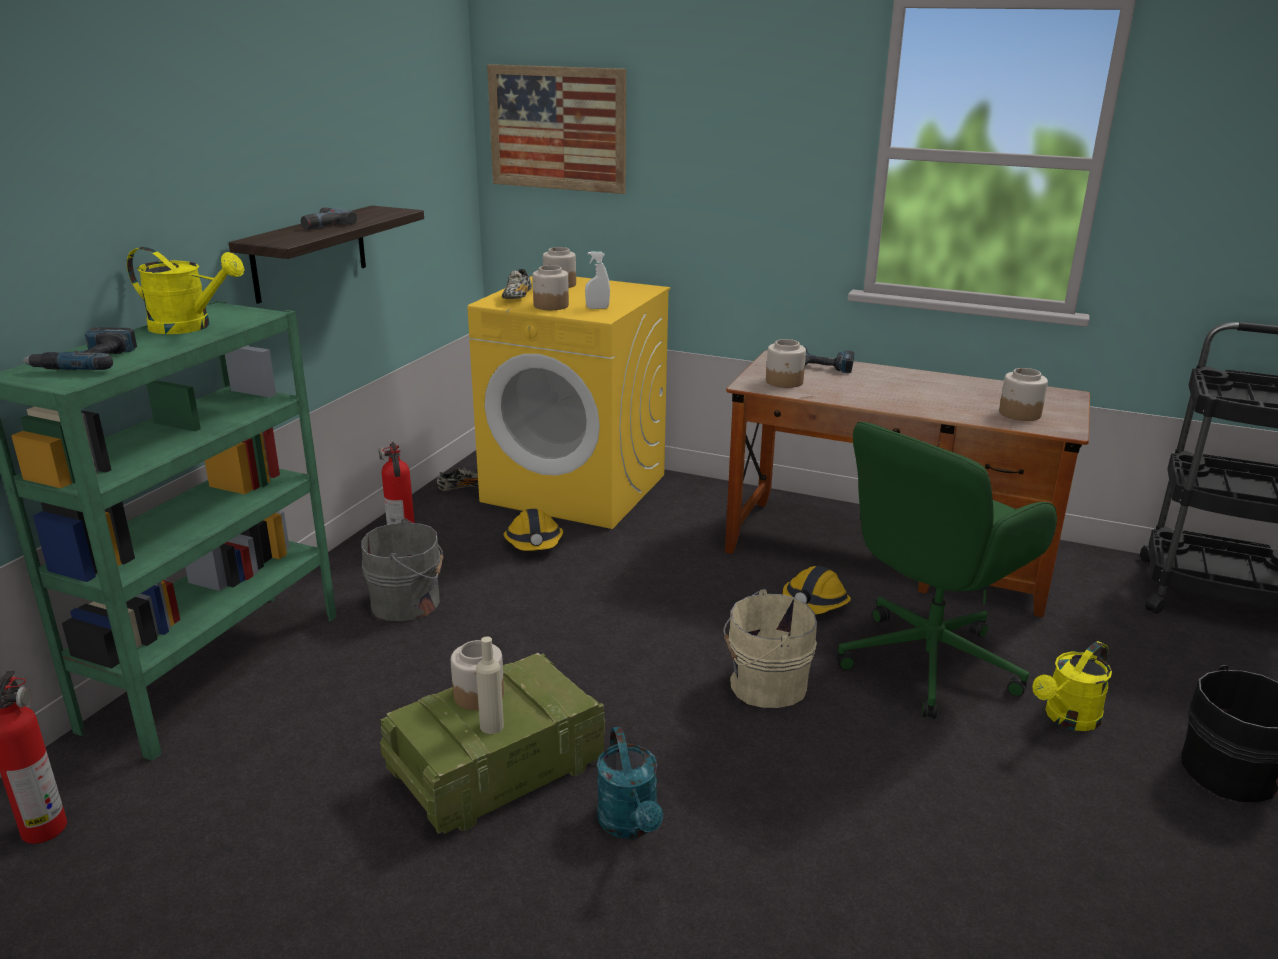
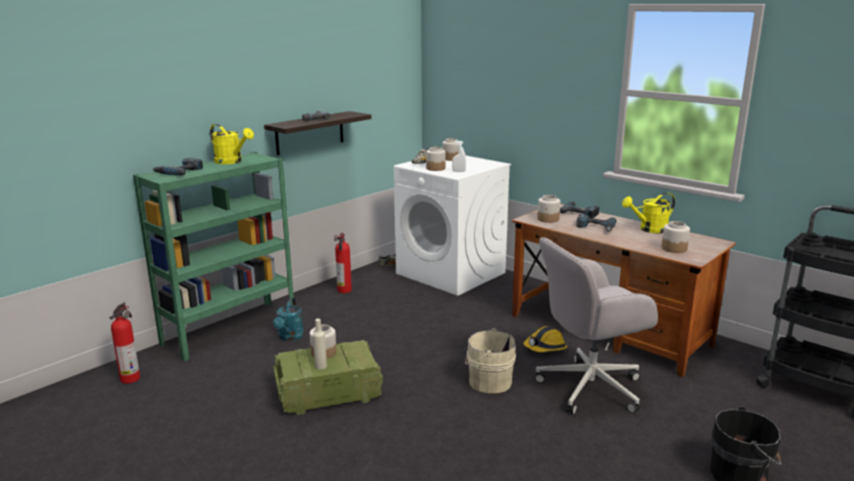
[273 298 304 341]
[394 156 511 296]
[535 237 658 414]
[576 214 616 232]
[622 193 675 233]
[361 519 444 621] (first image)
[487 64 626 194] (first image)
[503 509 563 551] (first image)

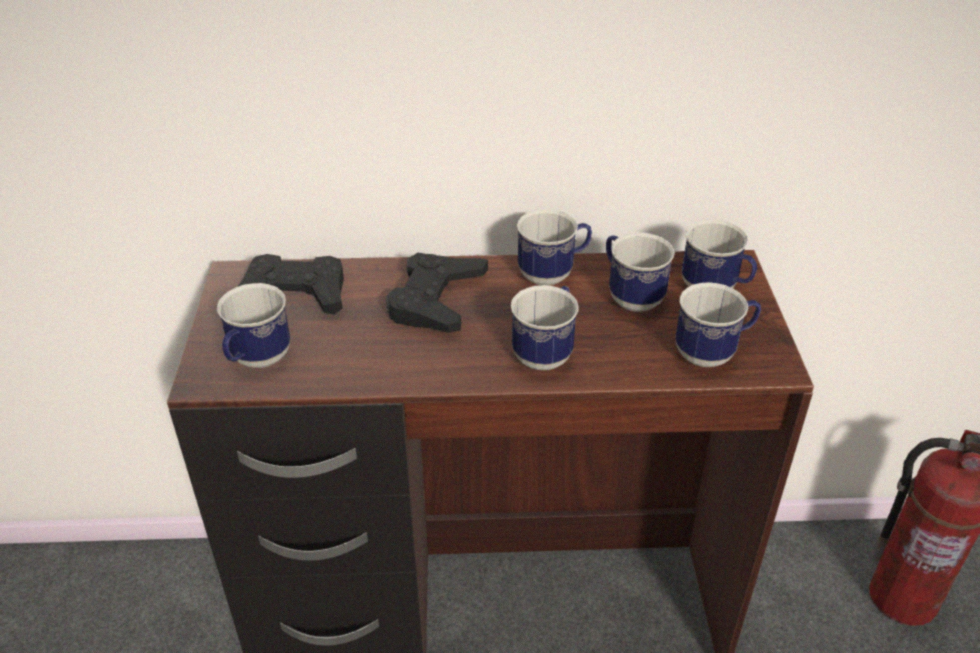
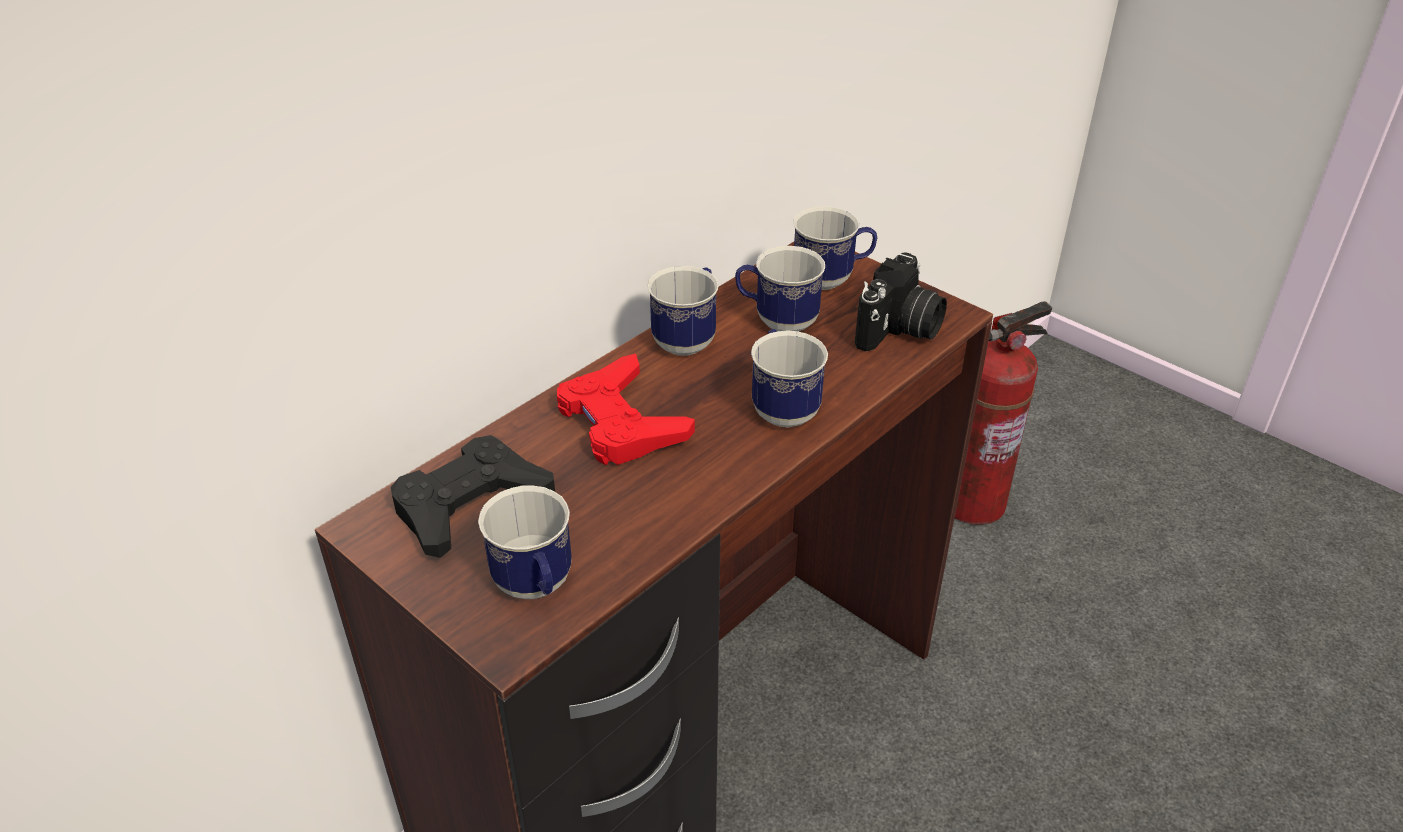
[557 353 695 465]
[855 253 947 351]

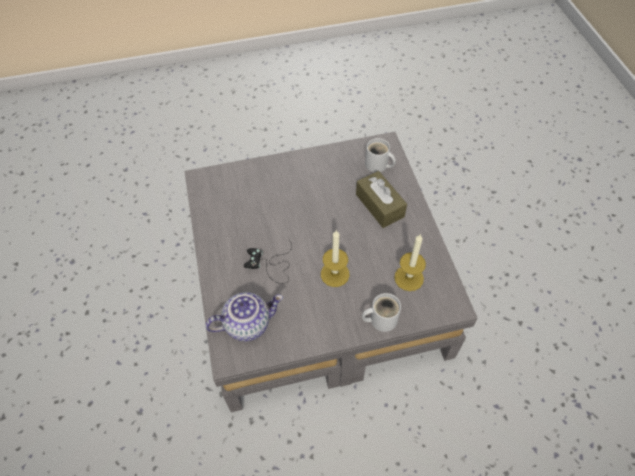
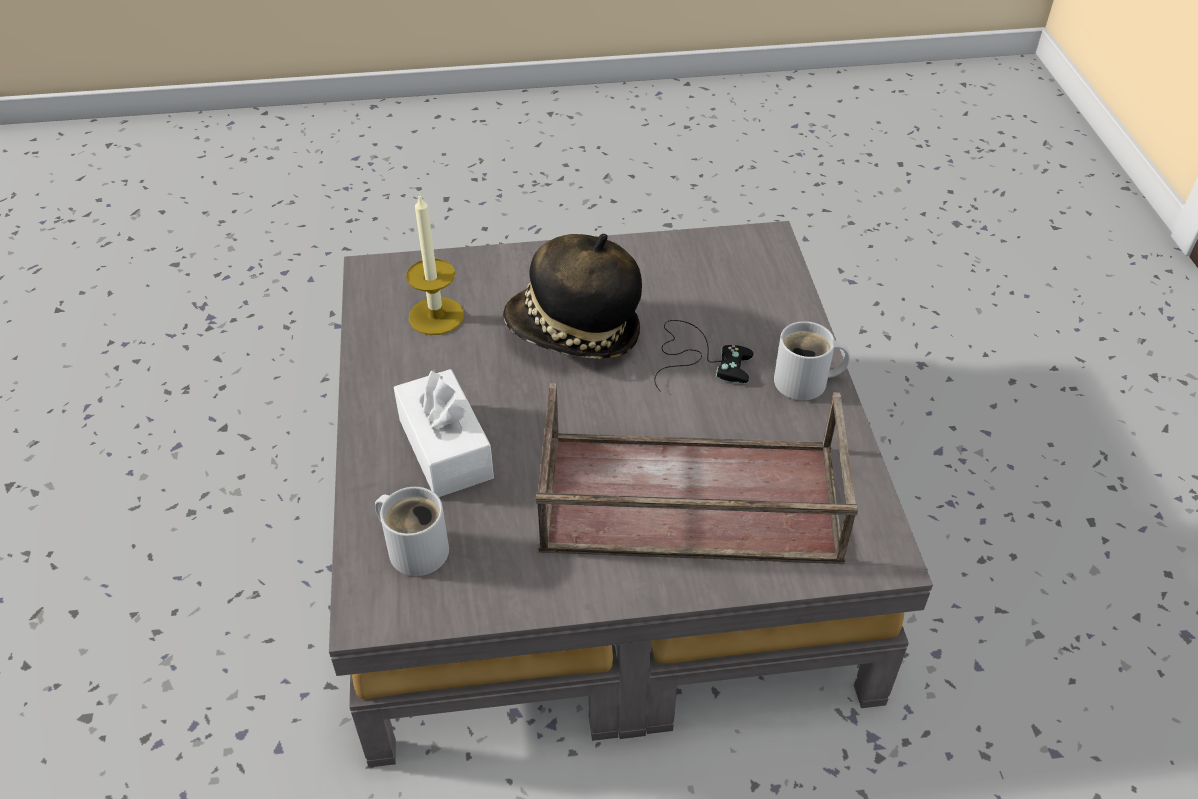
[394 369 494 497]
[503 234 642 359]
[536 383 858 564]
[774 321 850 400]
[205 292 283 341] (first image)

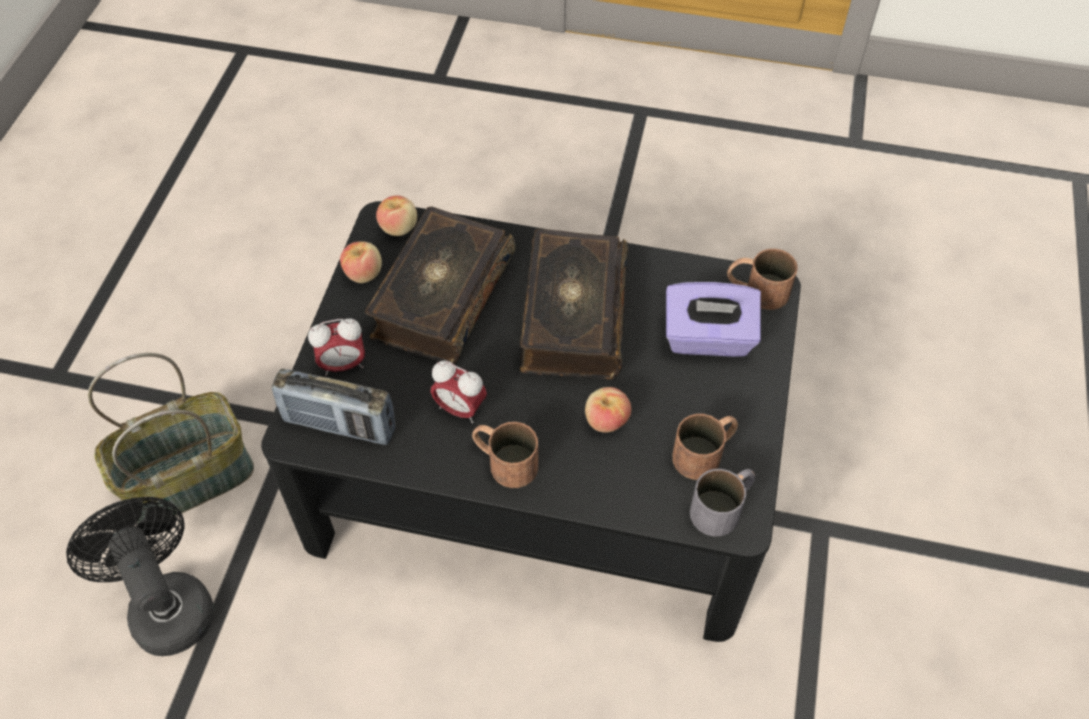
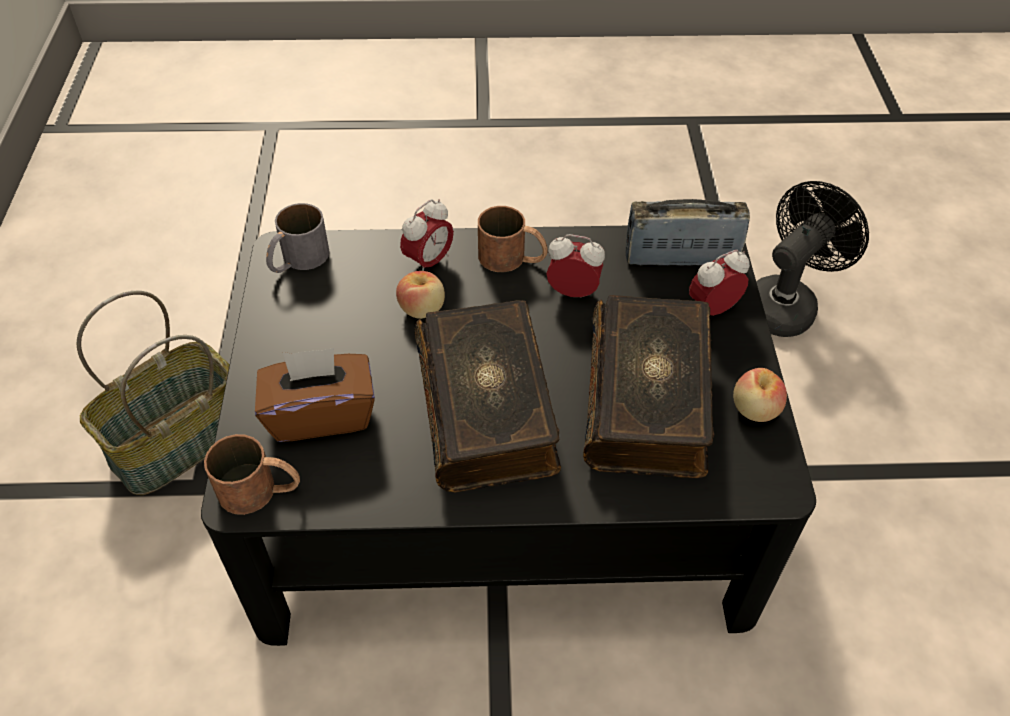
[77 291 230 495]
[255 348 375 442]
[400 199 454 271]
[756 181 869 337]
[376 195 417 236] (first image)
[672 414 738 480] (first image)

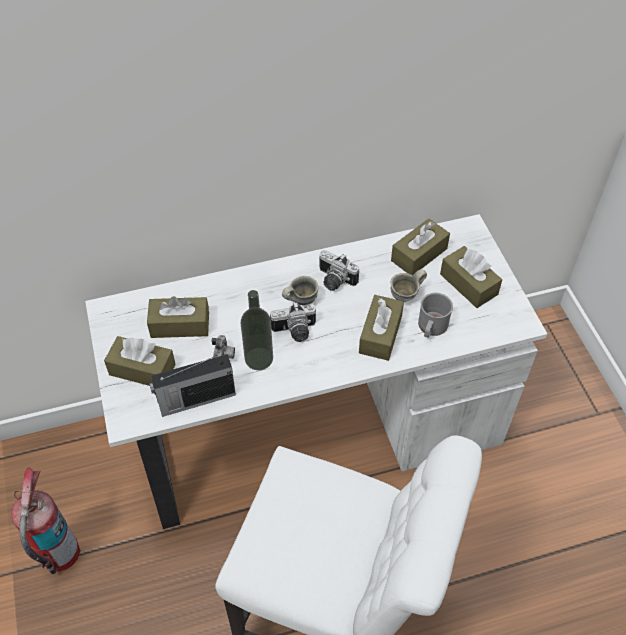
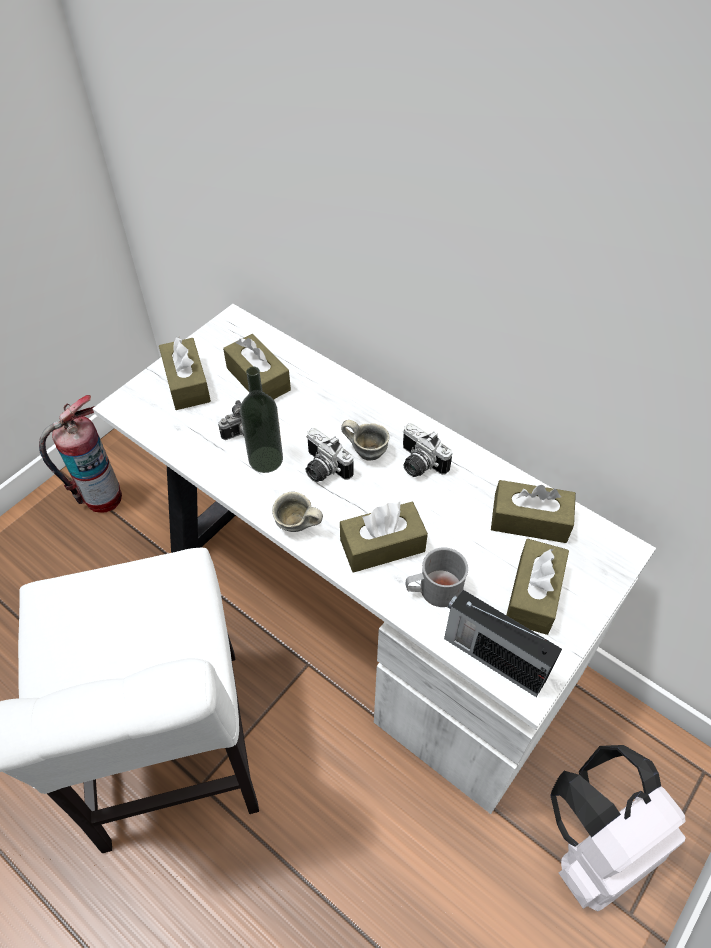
[272 492 323 532]
[403 423 452 477]
[444 590 562 697]
[550 745 686 911]

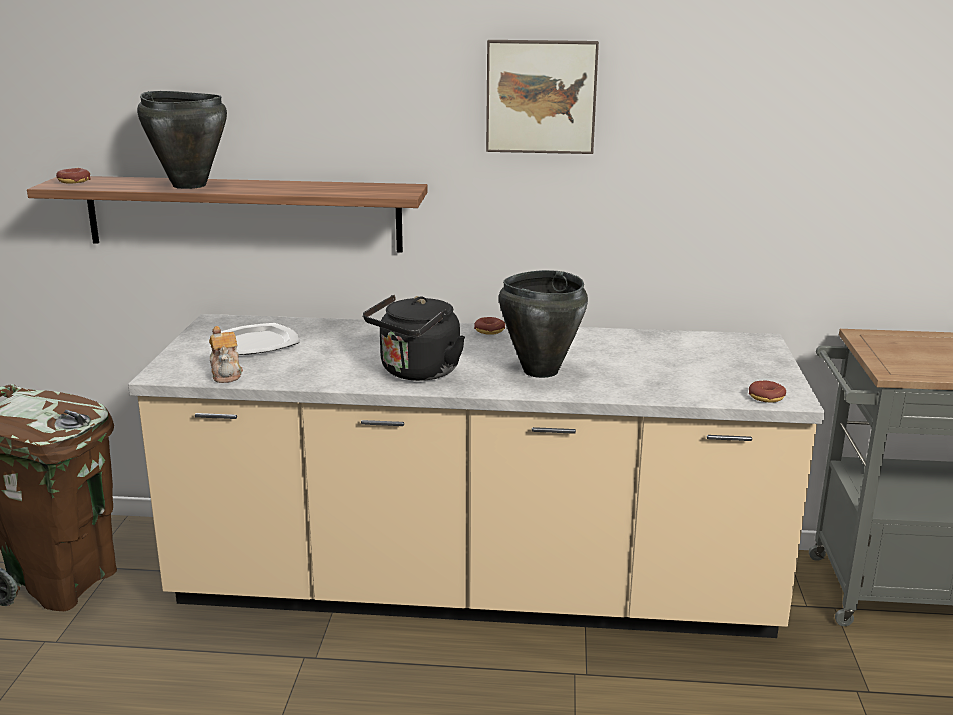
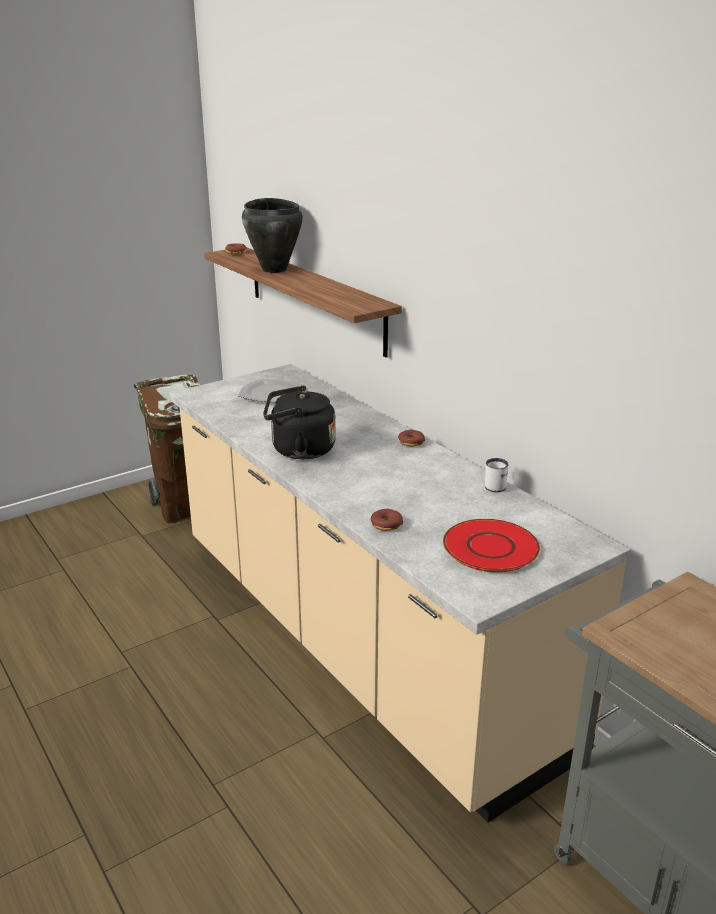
[371 509 403 531]
[443 519 540 572]
[485 458 509 492]
[209 326 243 383] (first image)
[486 40 599 154] (first image)
[499 270 588 378] (first image)

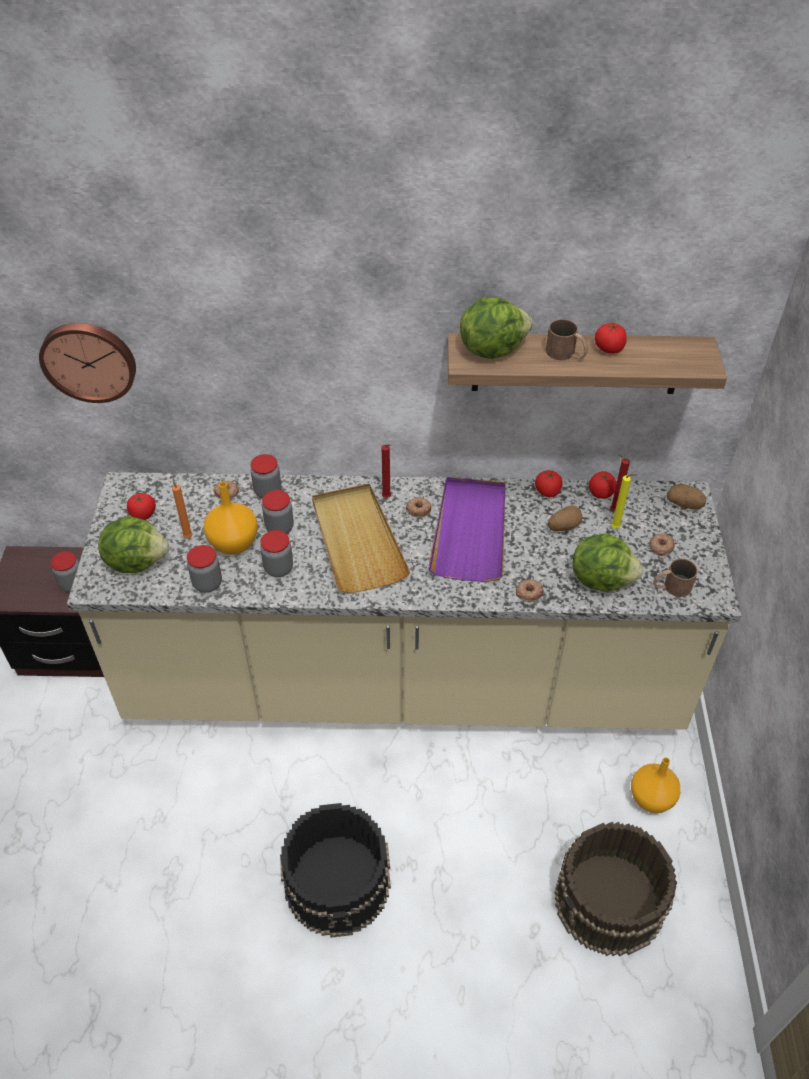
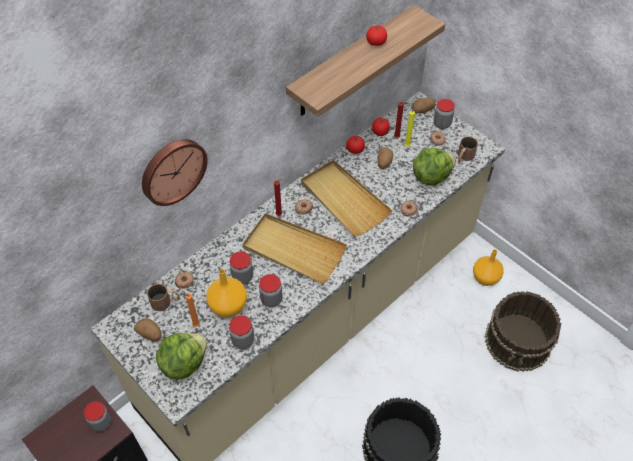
[134 318 162 342]
[142 139 208 206]
[147 284 180 311]
[301 160 392 237]
[434 99 455 129]
[460 297 533 359] (first image)

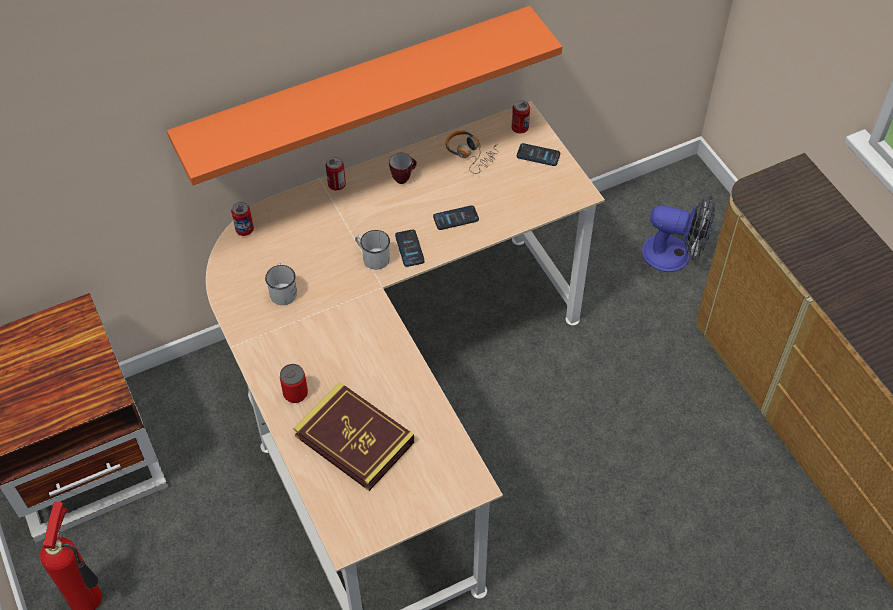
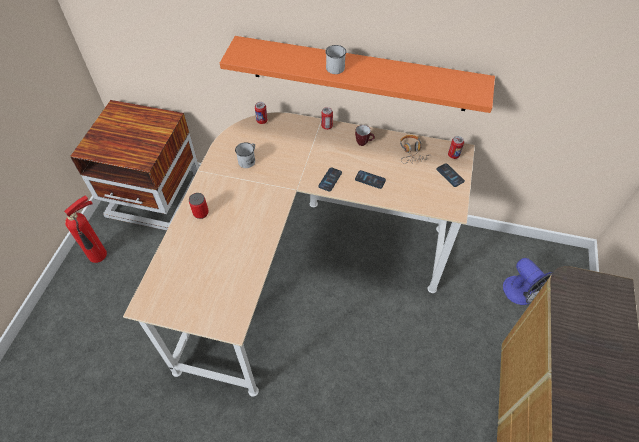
[325 45 346 74]
[294 382 414 491] (first image)

